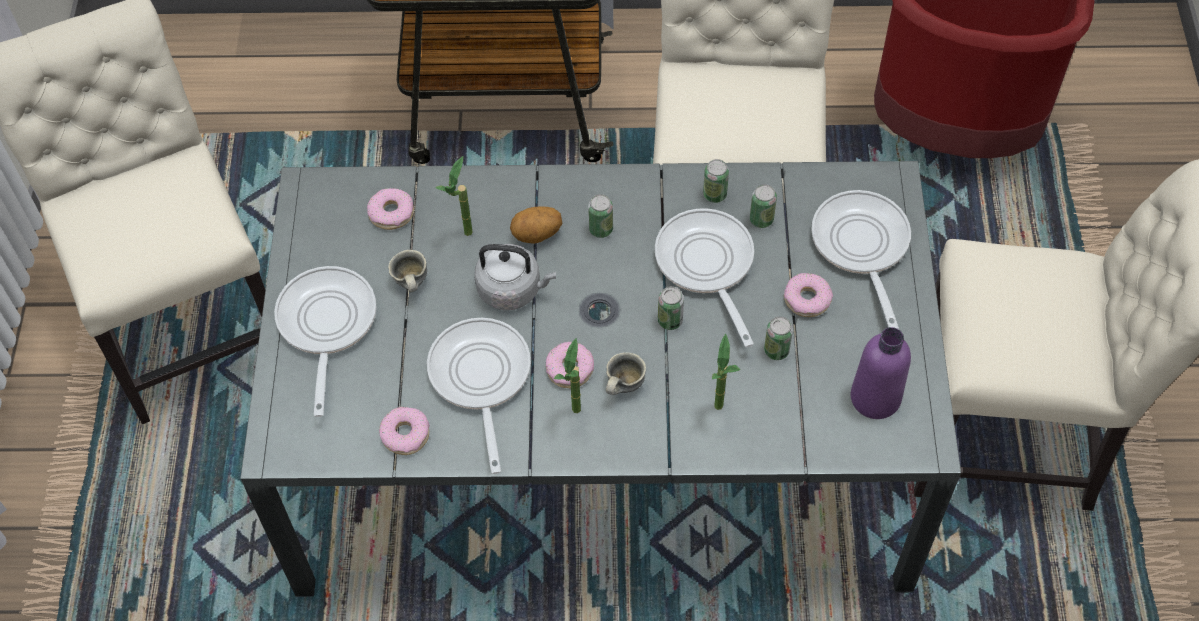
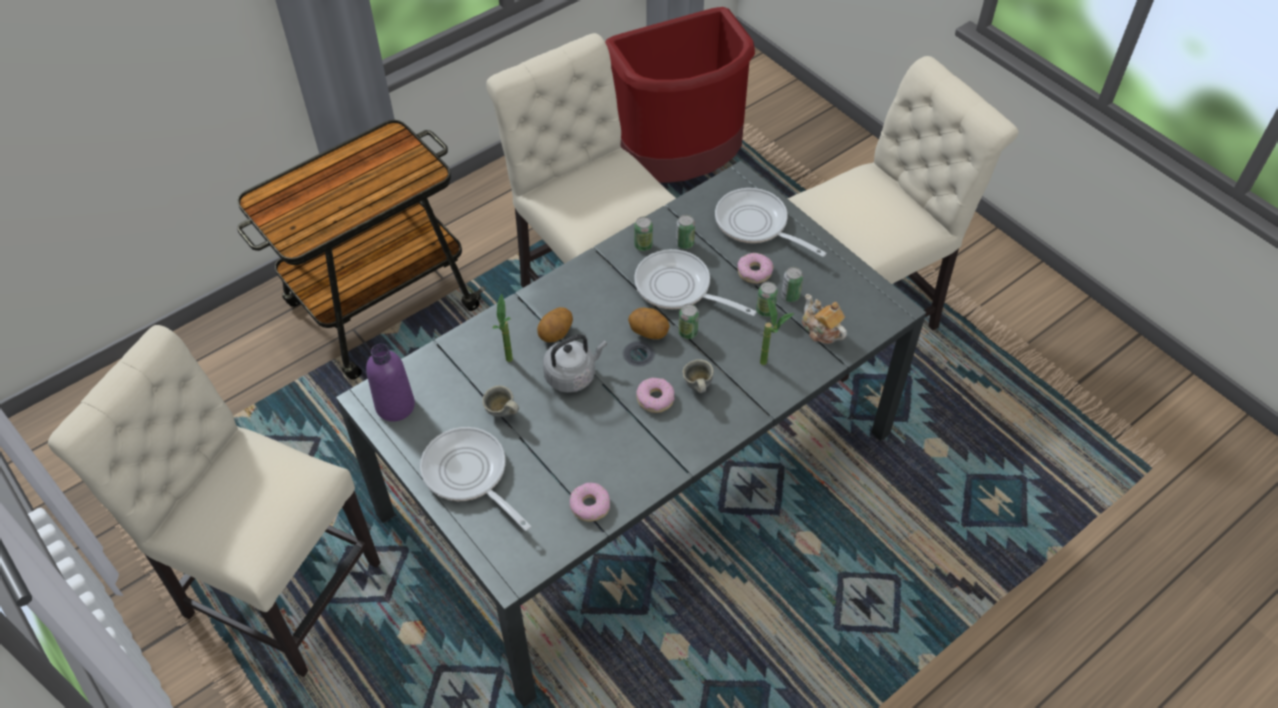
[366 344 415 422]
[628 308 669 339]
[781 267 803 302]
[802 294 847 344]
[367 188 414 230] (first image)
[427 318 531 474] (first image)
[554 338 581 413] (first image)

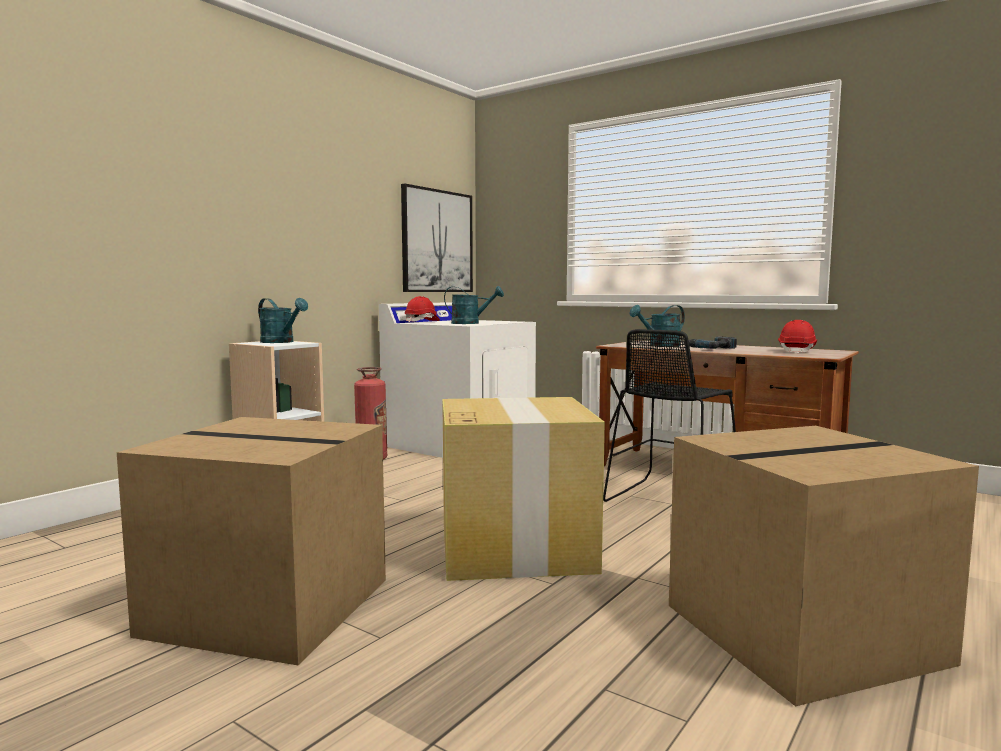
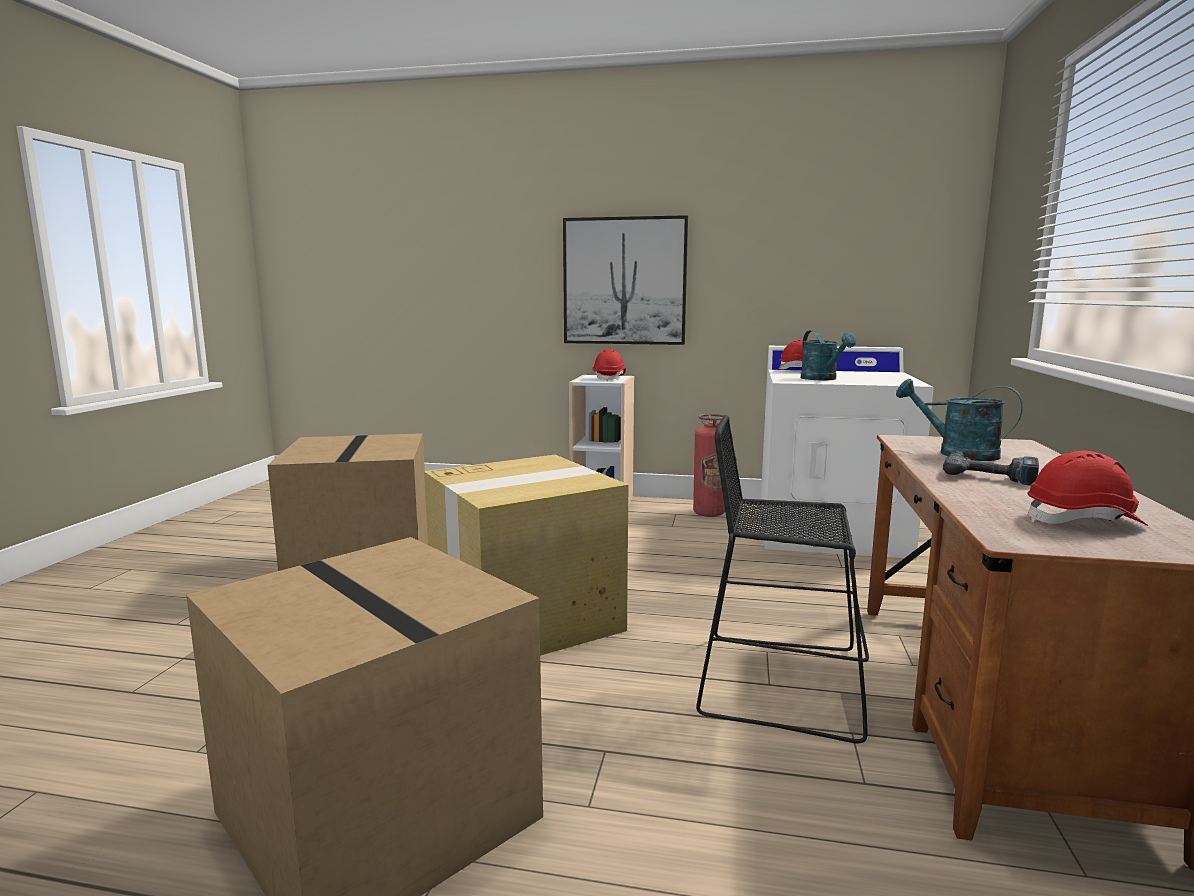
[563 215 688 345]
[593 350 626 381]

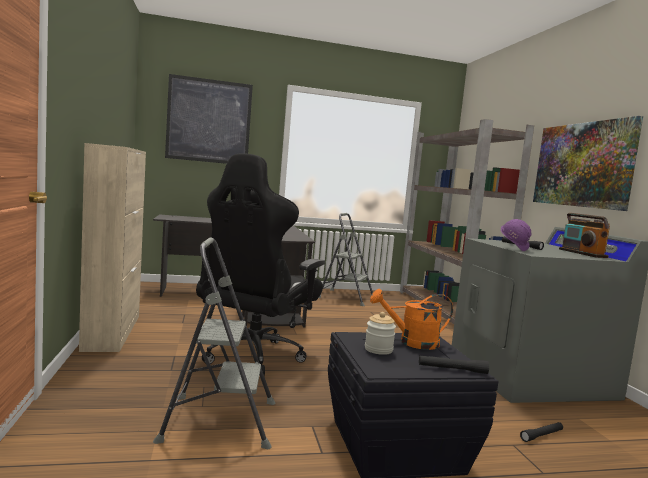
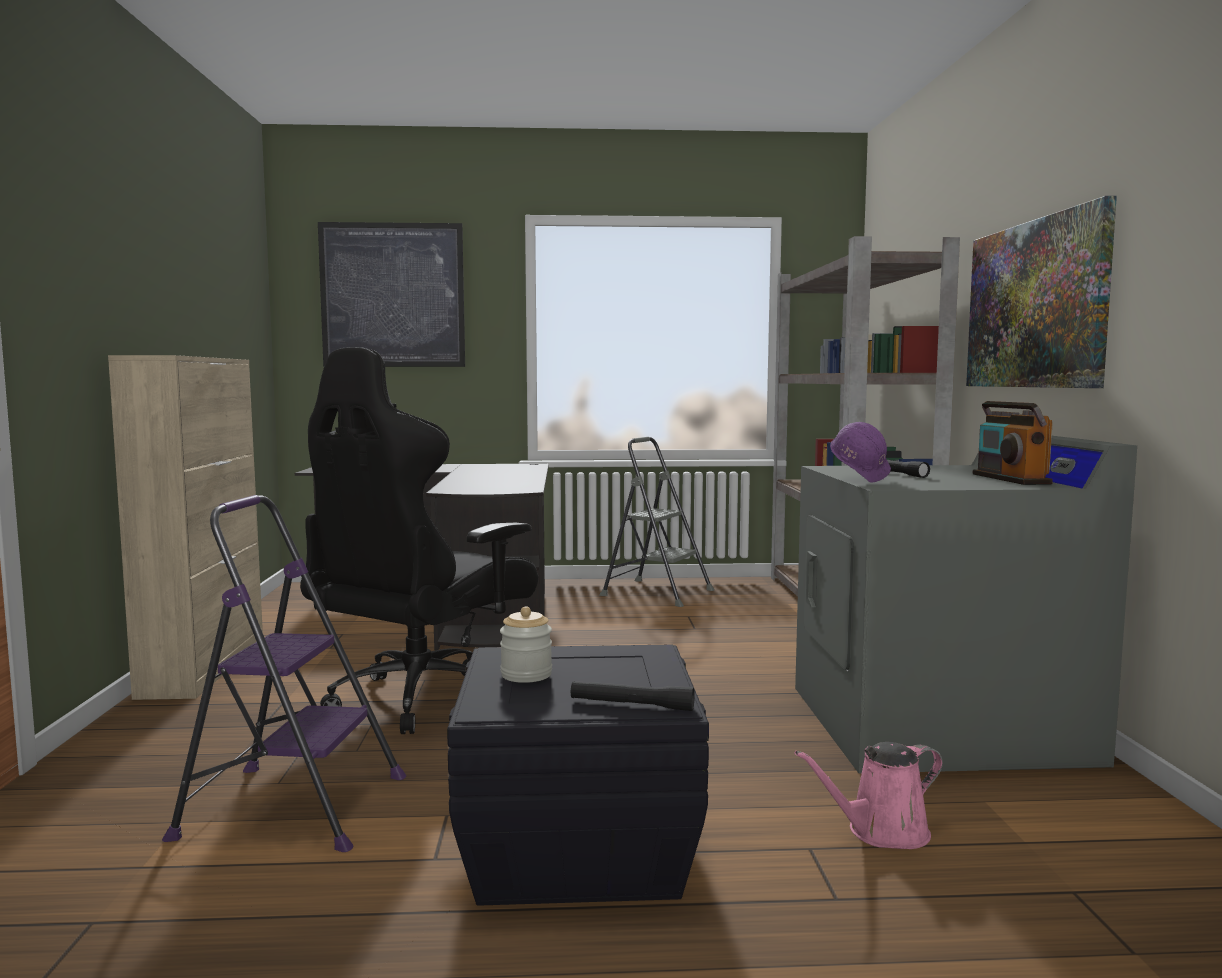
[162 495 406 852]
[795 742 943 849]
[370 289 453 350] (first image)

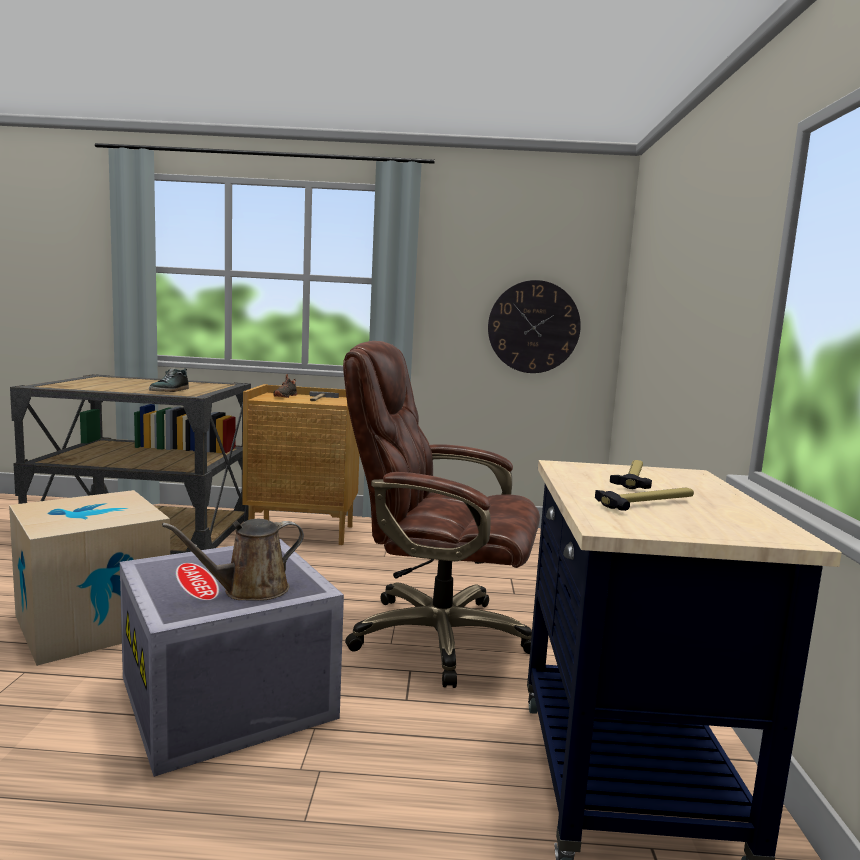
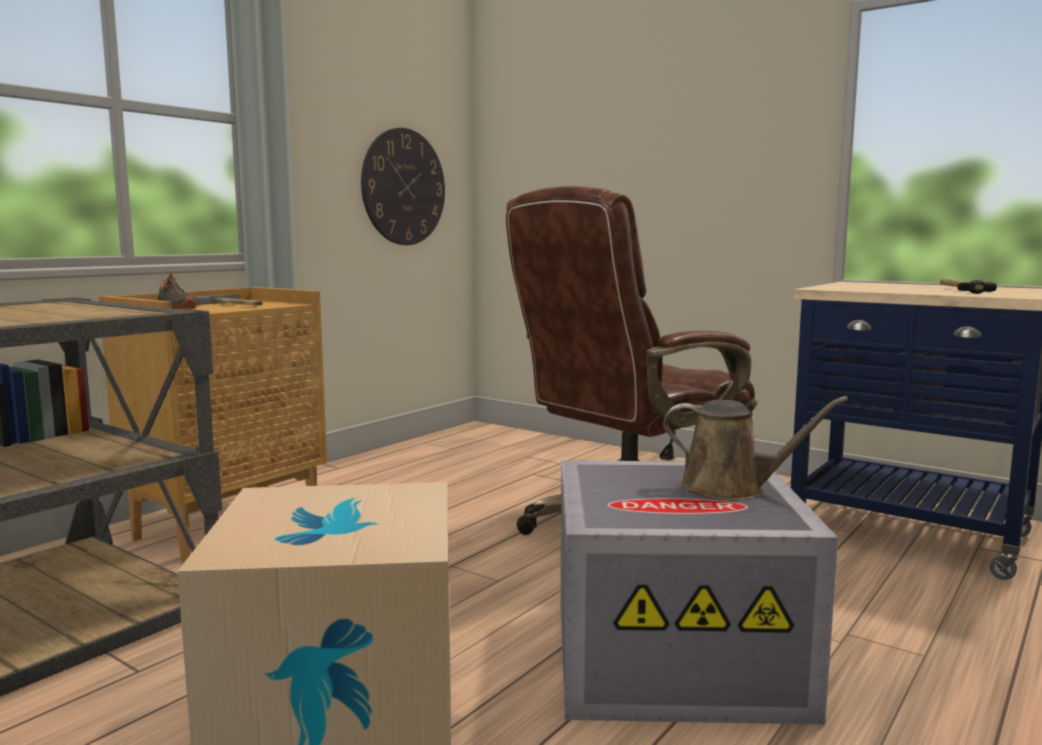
[663 396 848 501]
[149 368 189 392] (first image)
[610 460 652 489] (first image)

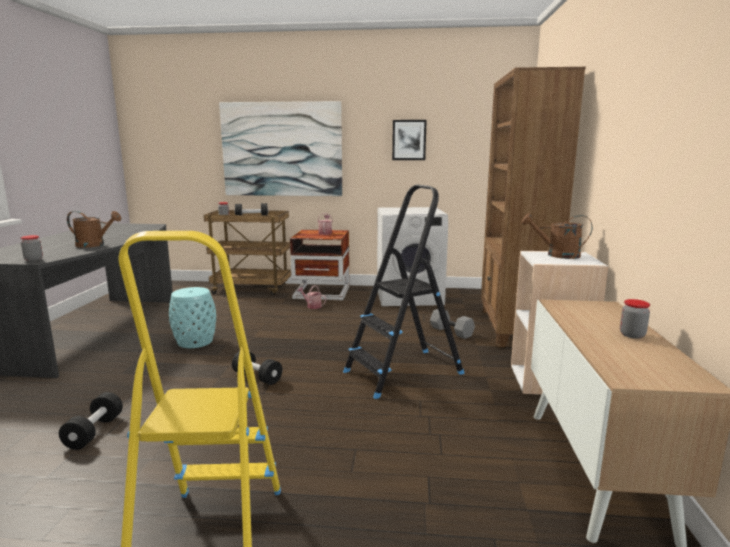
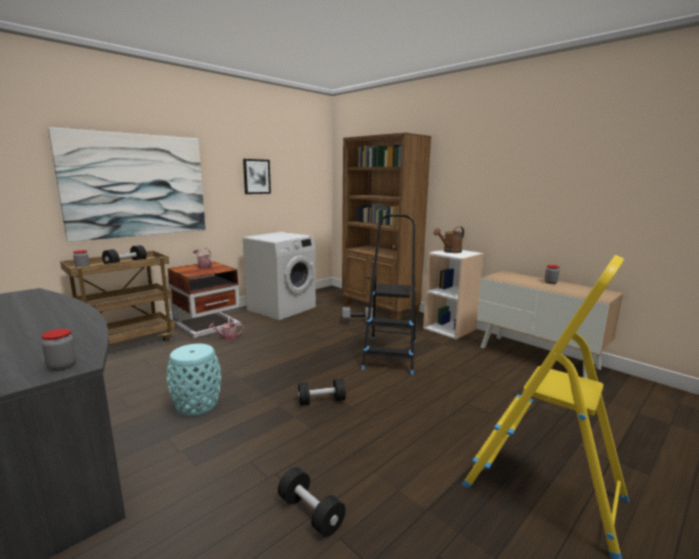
[67 211 122 248] (first image)

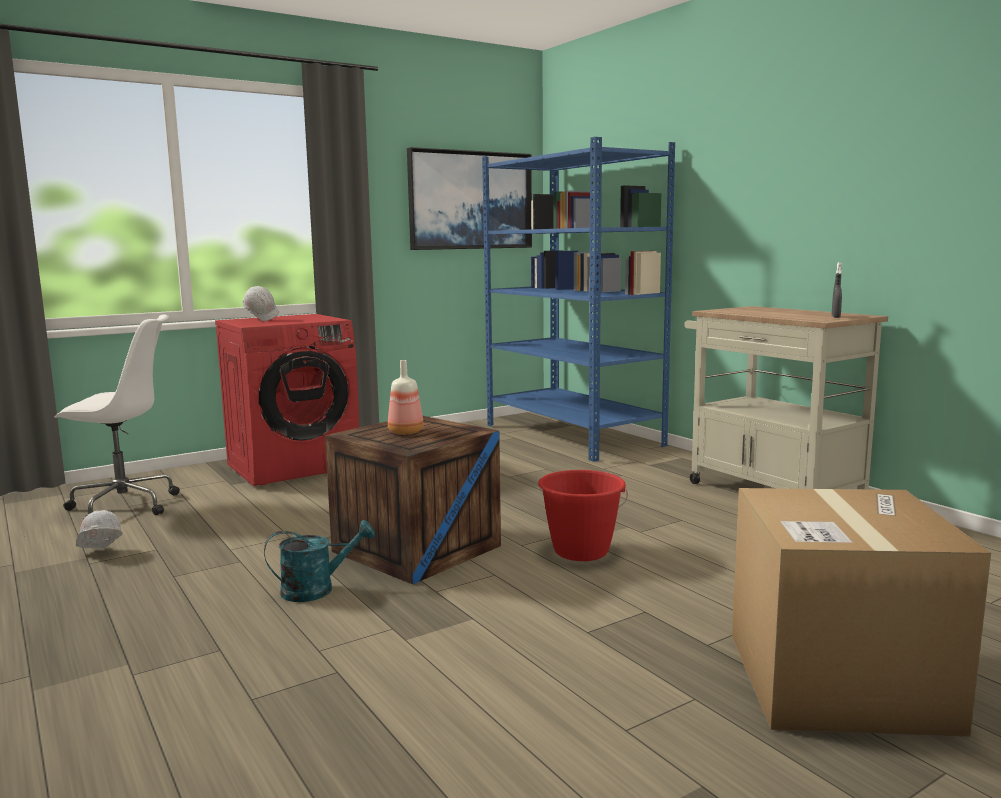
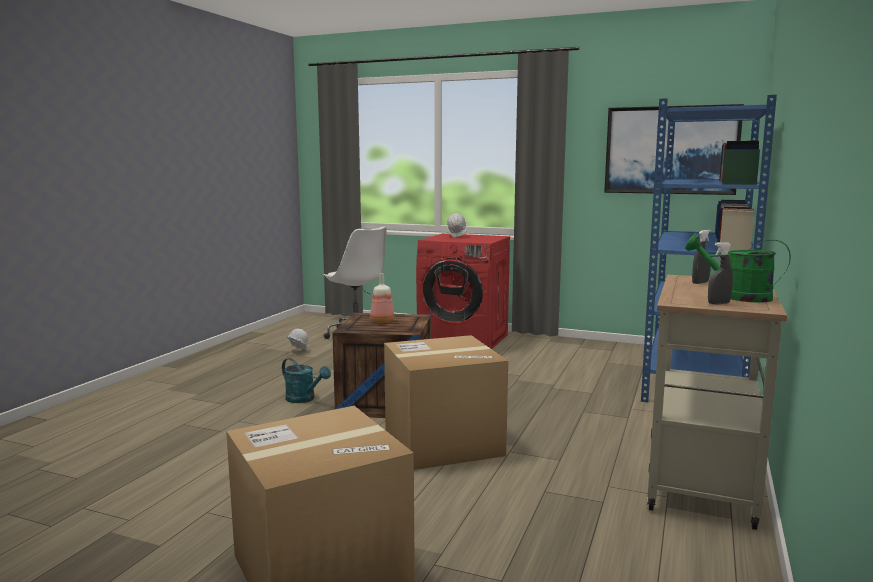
[384 335 508 470]
[685 234 791 303]
[692 230 711 284]

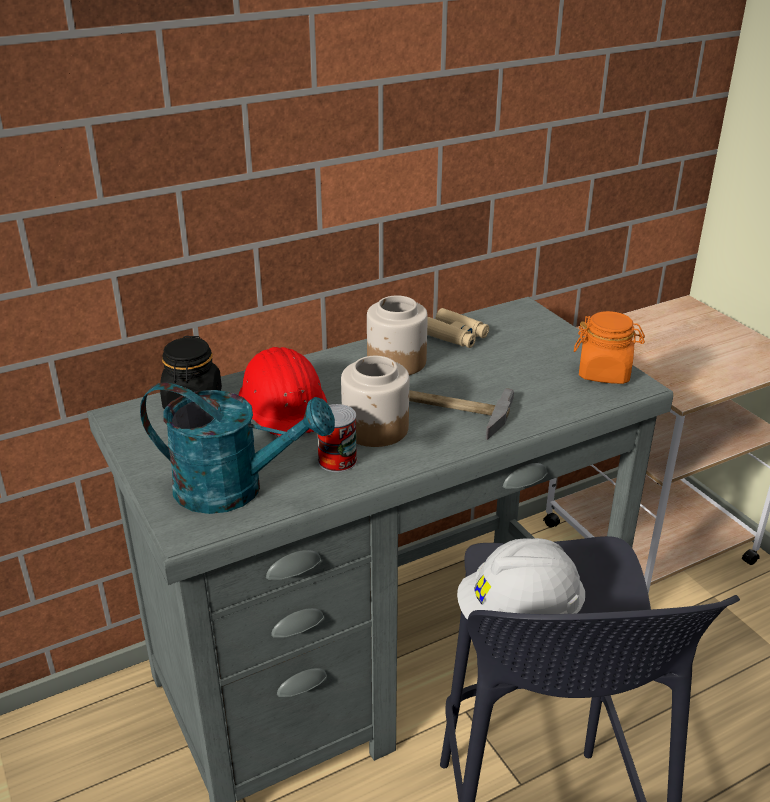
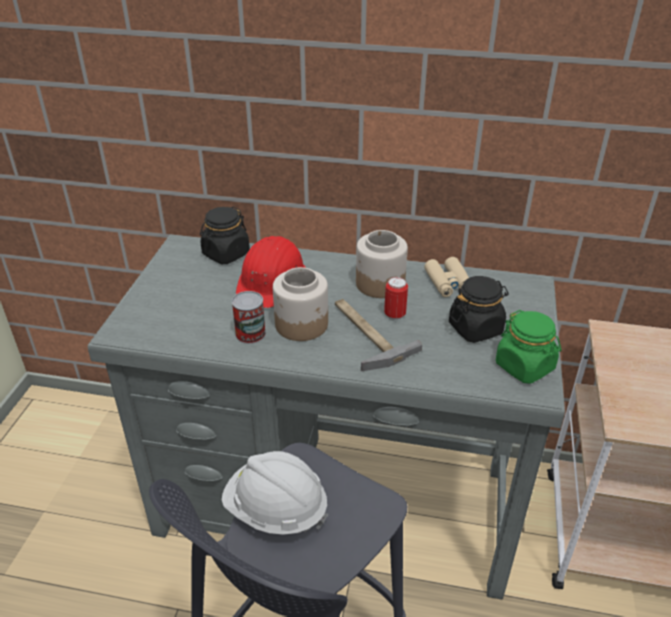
[384 277 408 321]
[449 276 509 343]
[496 310 561 384]
[140 383 335 514] (first image)

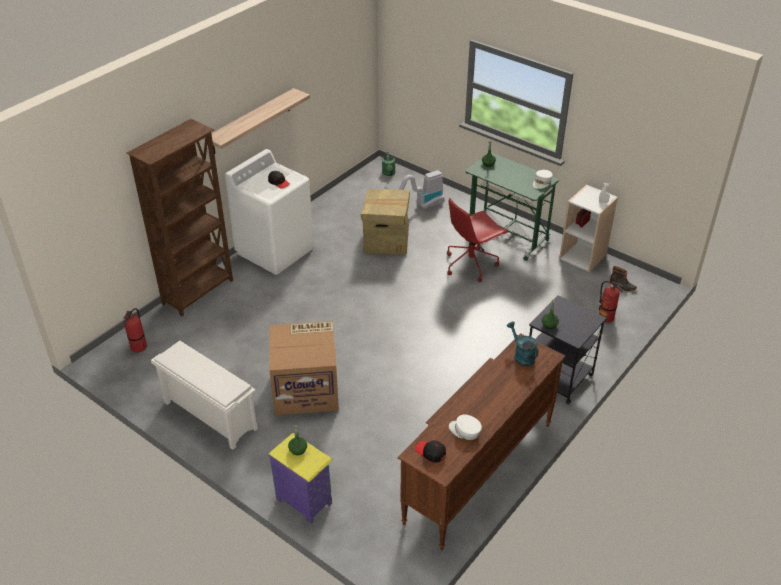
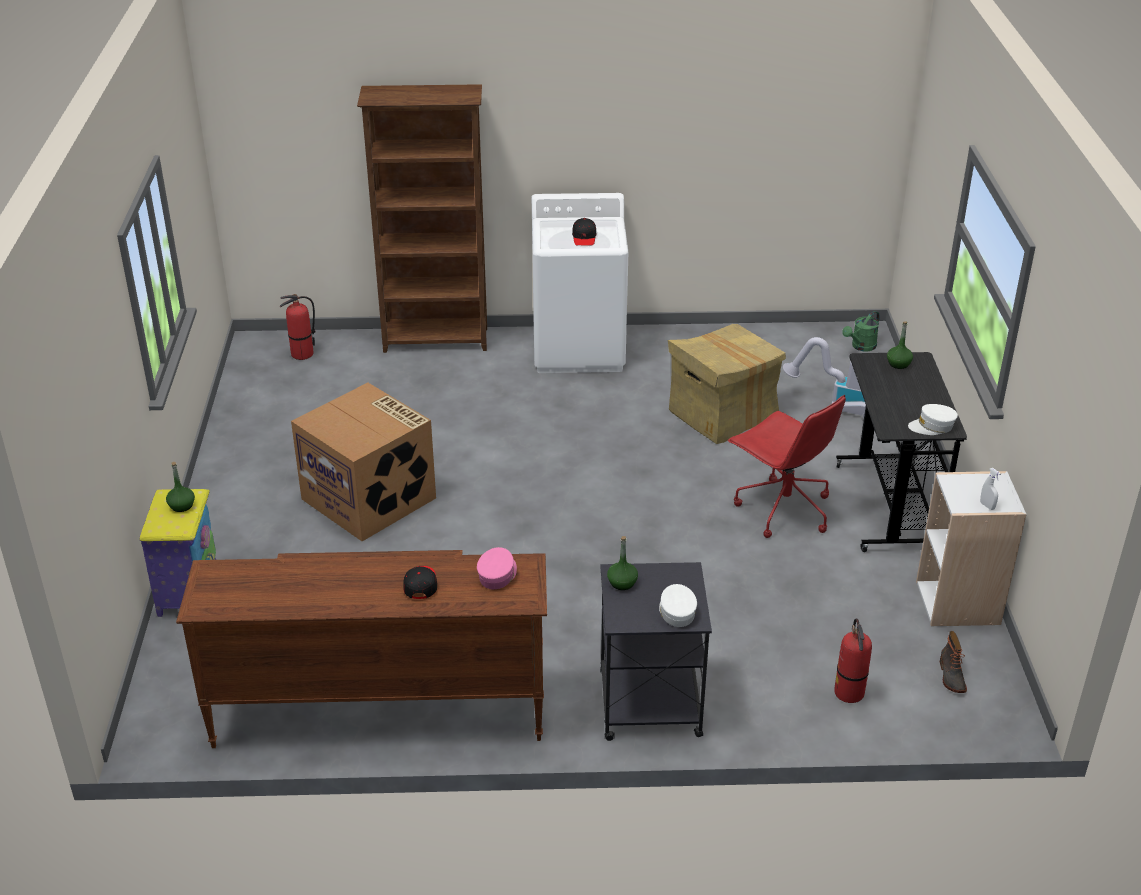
[403 566 437 599]
[477 547 517 589]
[659 584 697 627]
[728 395 846 538]
[836 352 967 552]
[151 341 258 450] (first image)
[204 88 310 154] (first image)

